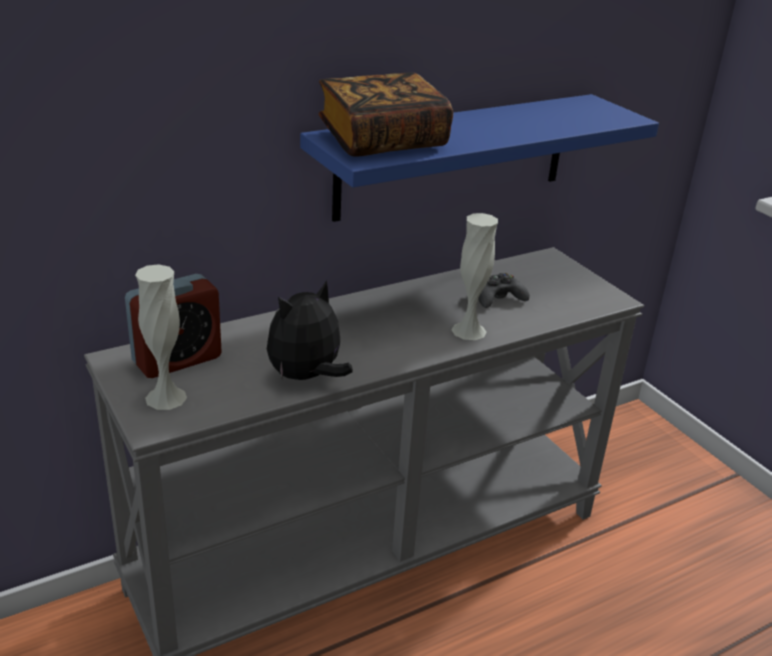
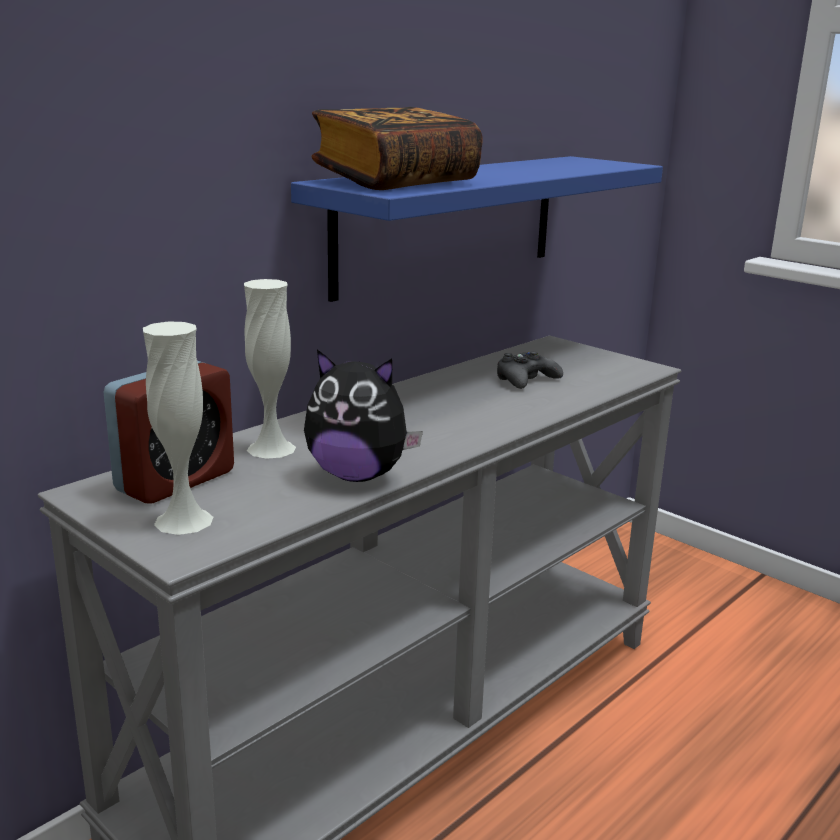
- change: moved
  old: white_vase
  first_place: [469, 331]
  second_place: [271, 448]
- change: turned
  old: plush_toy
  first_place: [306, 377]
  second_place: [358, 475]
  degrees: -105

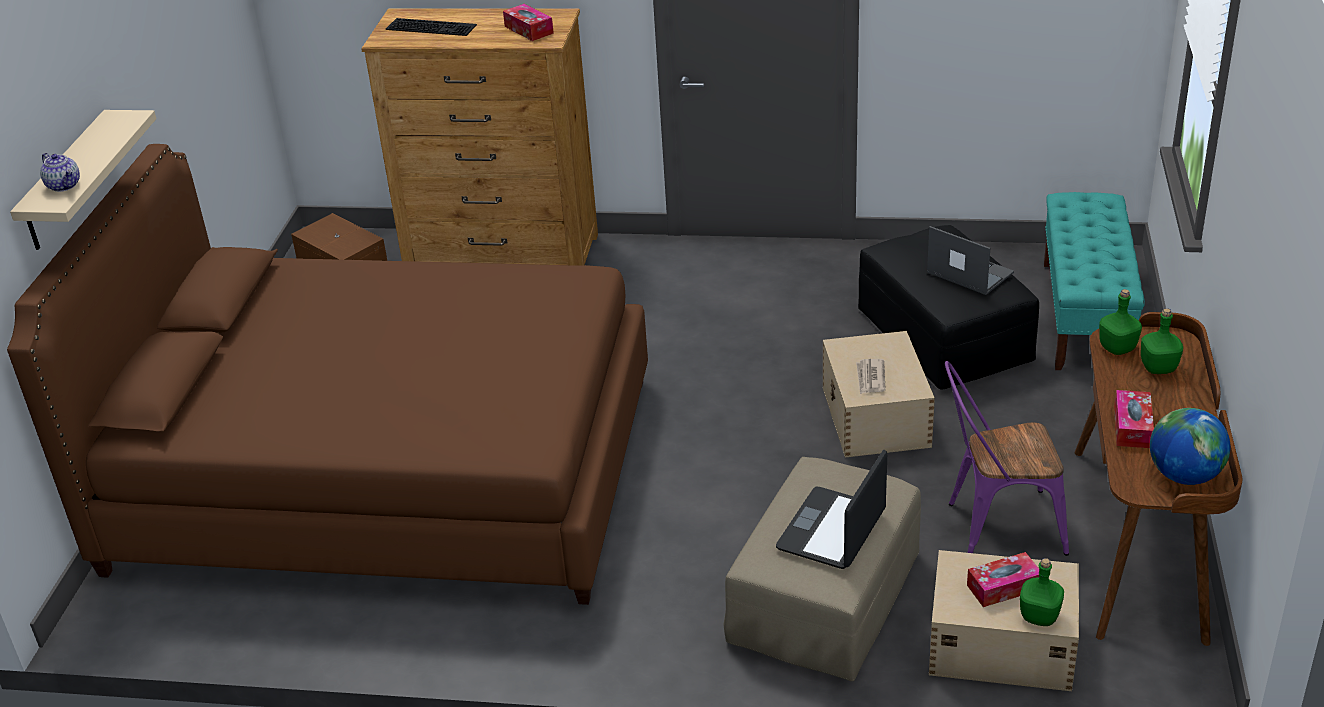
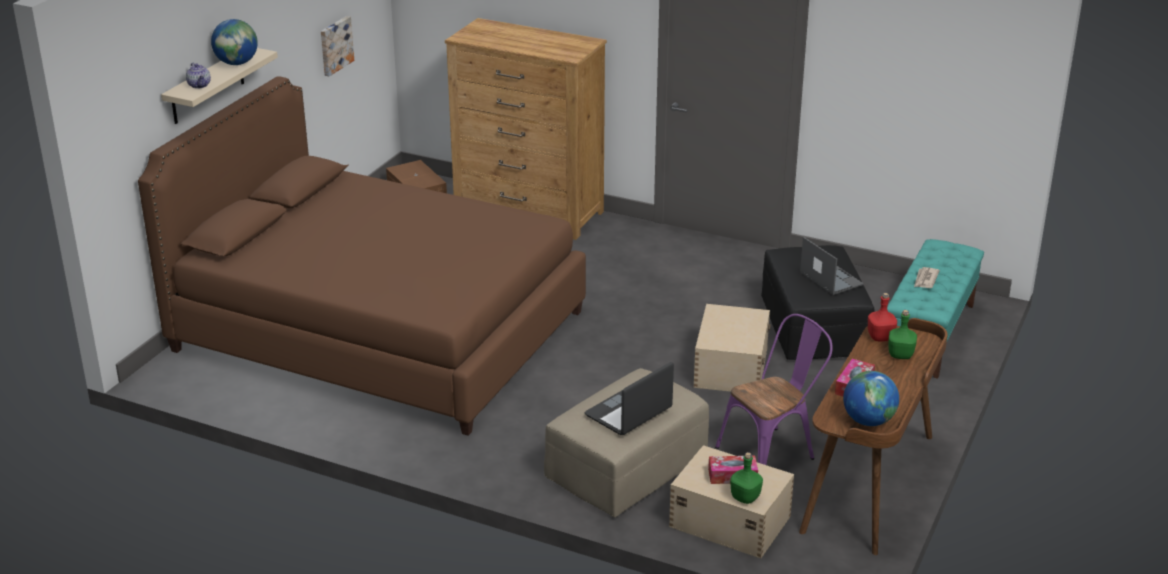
- change: removed
  old: tissue_box
  first_place: [529, 30]
- change: removed
  old: keyboard
  first_place: [432, 26]
- change: recoloured
  old: green_bottle
  new: red_bottle
  first_place: [1118, 348]
  second_place: [880, 337]
- change: moved
  old: newspaper
  first_place: [870, 378]
  second_place: [925, 279]
- change: turned
  old: purple_chair
  first_place: [995, 526]
  second_place: [772, 452]
  degrees: 135
- change: added
  new: picture
  second_place: [335, 45]
- change: added
  new: globe
  second_place: [237, 63]

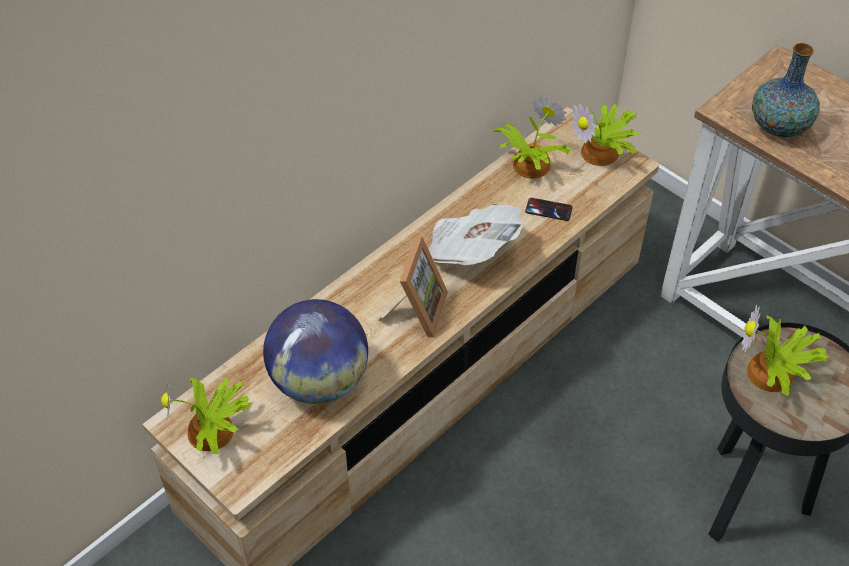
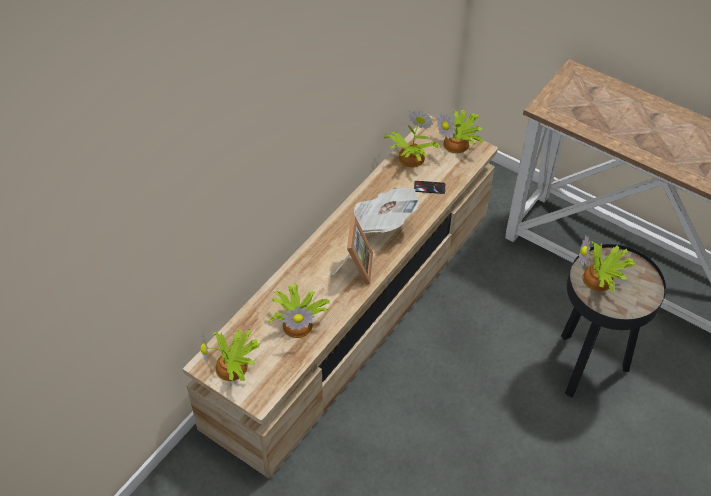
- change: removed
  old: vase
  first_place: [779, 126]
- change: replaced
  old: globe
  new: potted_plant
  first_place: [319, 381]
  second_place: [298, 323]

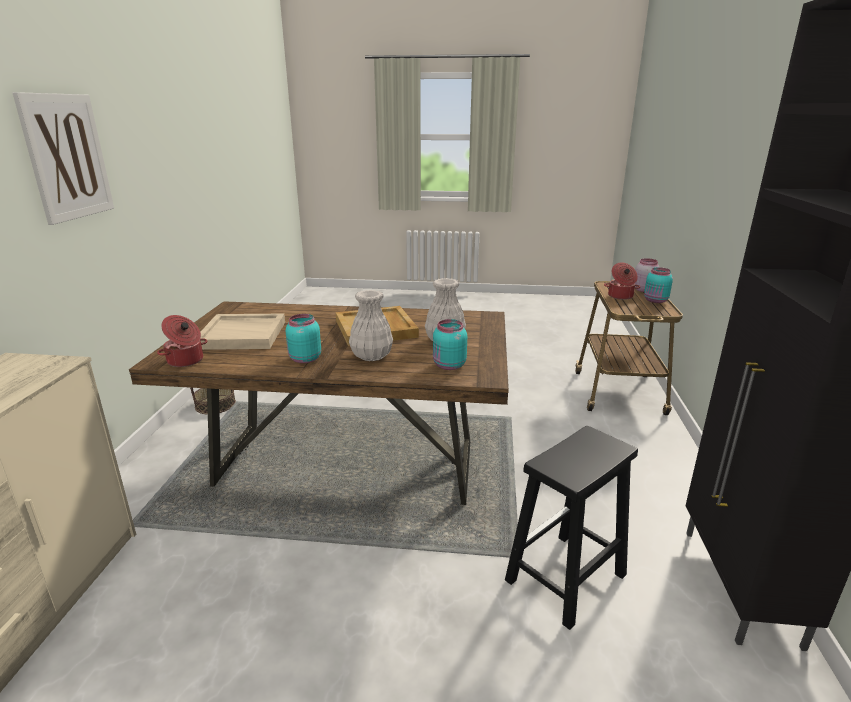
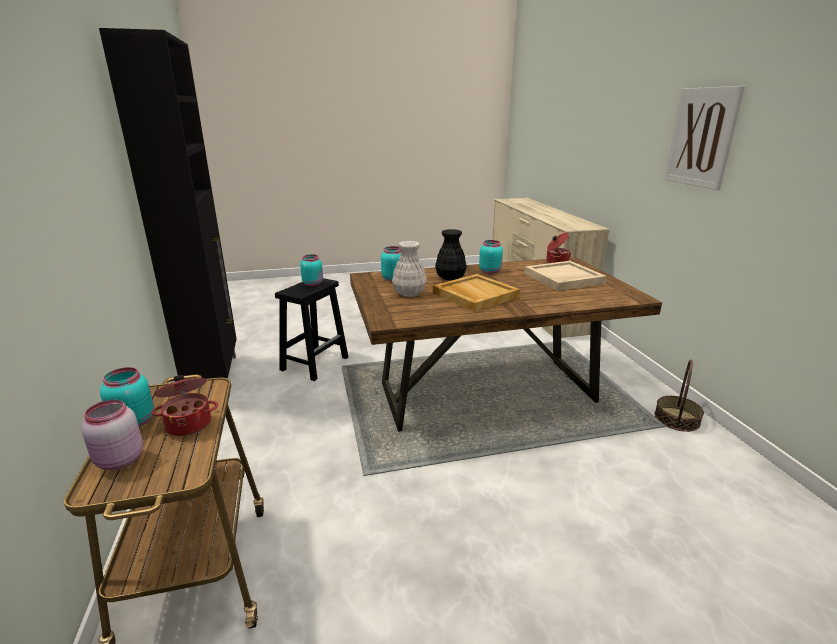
- change: recoloured
  old: white_vase
  new: black_vase
  first_place: [372, 356]
  second_place: [450, 277]
- change: added
  new: turquoise_jar
  second_place: [313, 283]

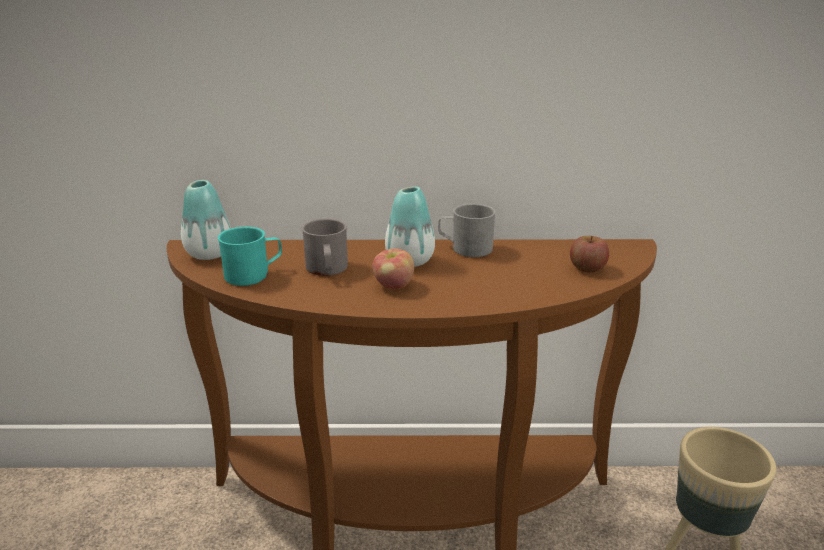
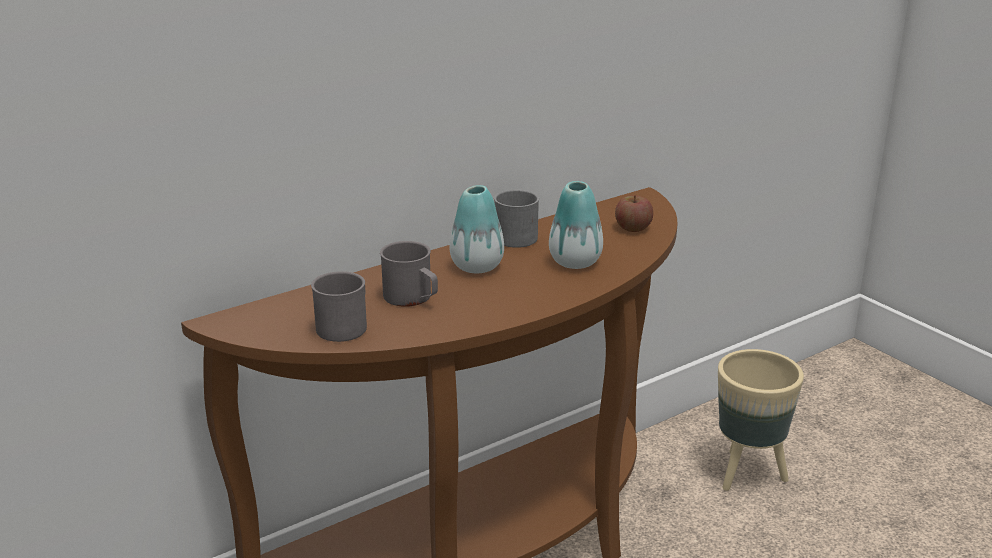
- change: moved
  old: vase
  first_place: [209, 254]
  second_place: [575, 262]
- change: recoloured
  old: turquoise_mug
  new: grey_mug
  first_place: [254, 274]
  second_place: [346, 325]
- change: removed
  old: apple
  first_place: [394, 285]

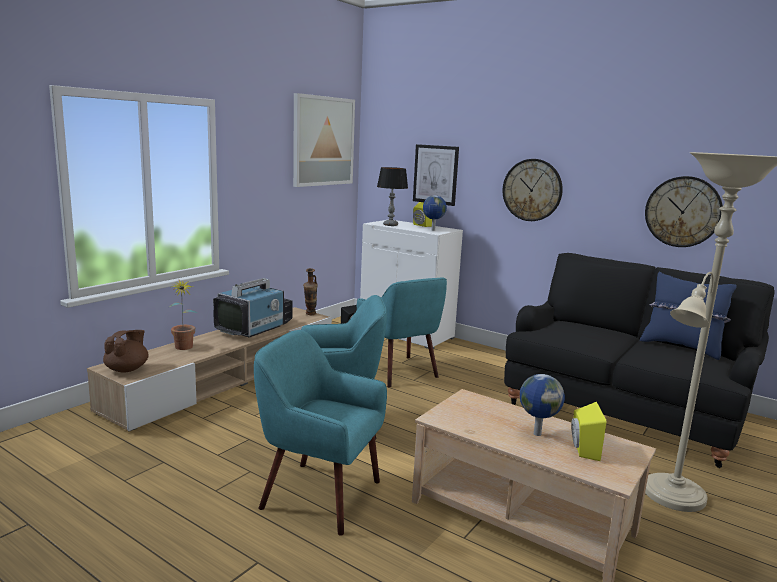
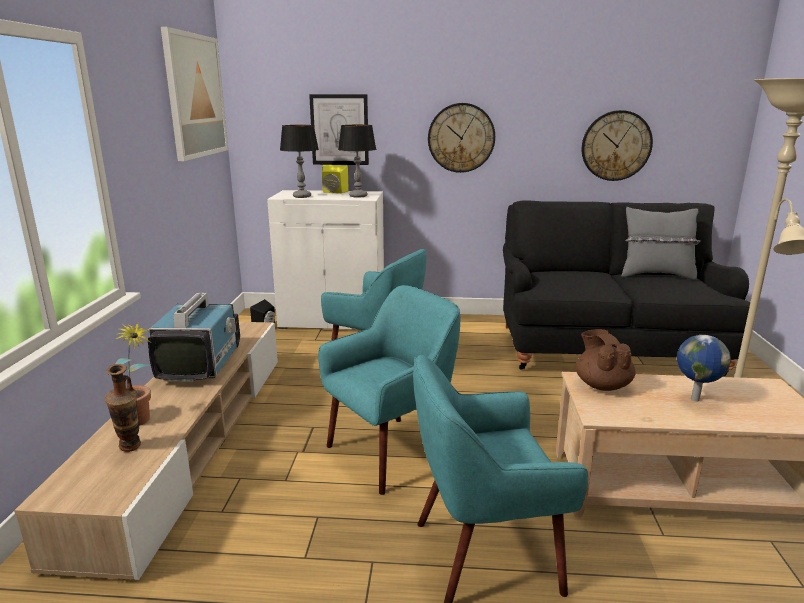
- change: replaced
  old: globe
  new: table_lamp
  first_place: [432, 230]
  second_place: [358, 196]
- change: moved
  old: vase
  first_place: [310, 315]
  second_place: [131, 450]
- change: recoloured
  old: blue_pillow
  new: grey_pillow
  first_place: [681, 347]
  second_place: [656, 275]
- change: moved
  old: brown_teapot
  first_place: [127, 369]
  second_place: [602, 385]
- change: removed
  old: yellow_speaker
  first_place: [582, 449]

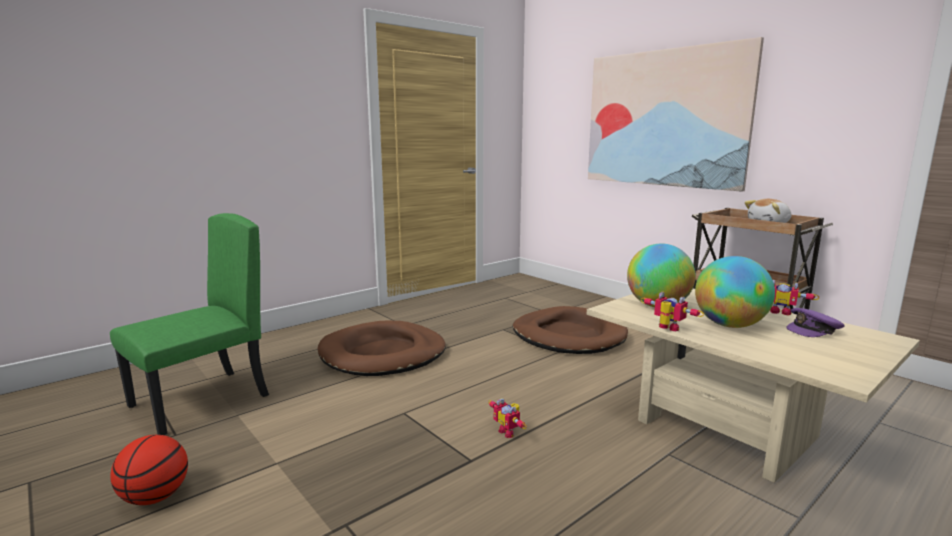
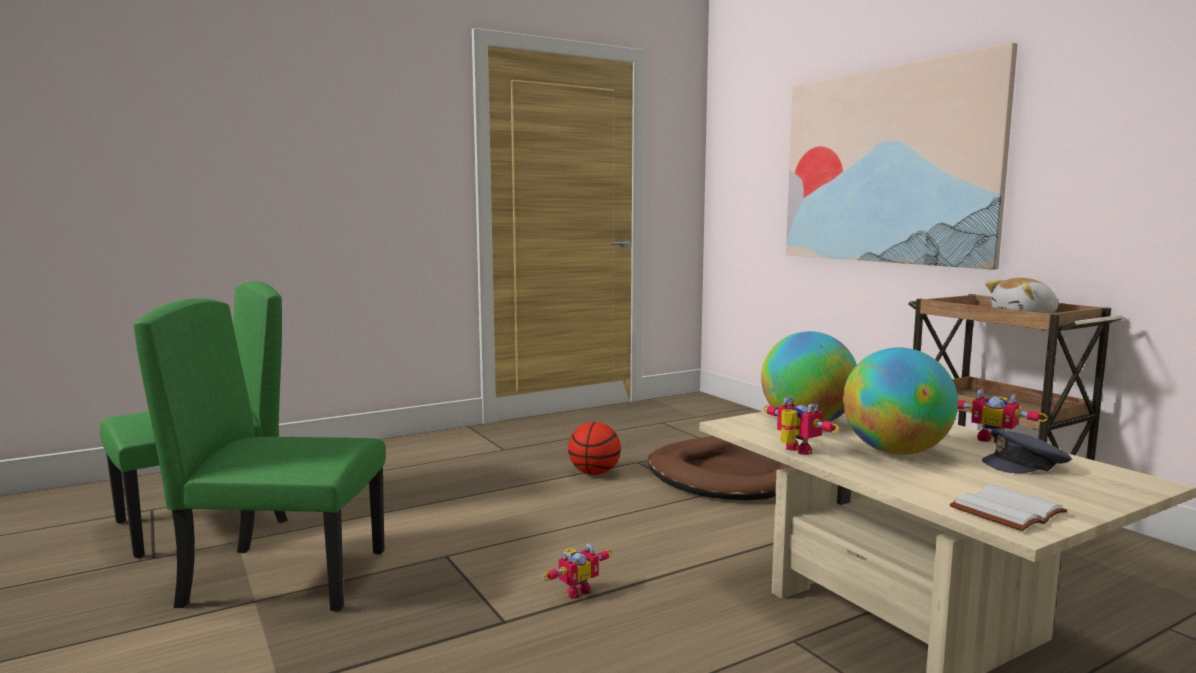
- change: recoloured
  old: purple_cap
  new: grey_cap
  first_place: [813, 330]
  second_place: [1026, 465]
- change: removed
  old: brown_dog_bed
  first_place: [383, 354]
- change: turned
  old: toy_robot
  first_place: [509, 432]
  second_place: [575, 591]
  degrees: -105
- change: moved
  old: basketball
  first_place: [155, 497]
  second_place: [594, 473]
- change: added
  new: green_chair
  second_place: [287, 577]
- change: added
  new: white_book
  second_place: [1005, 510]

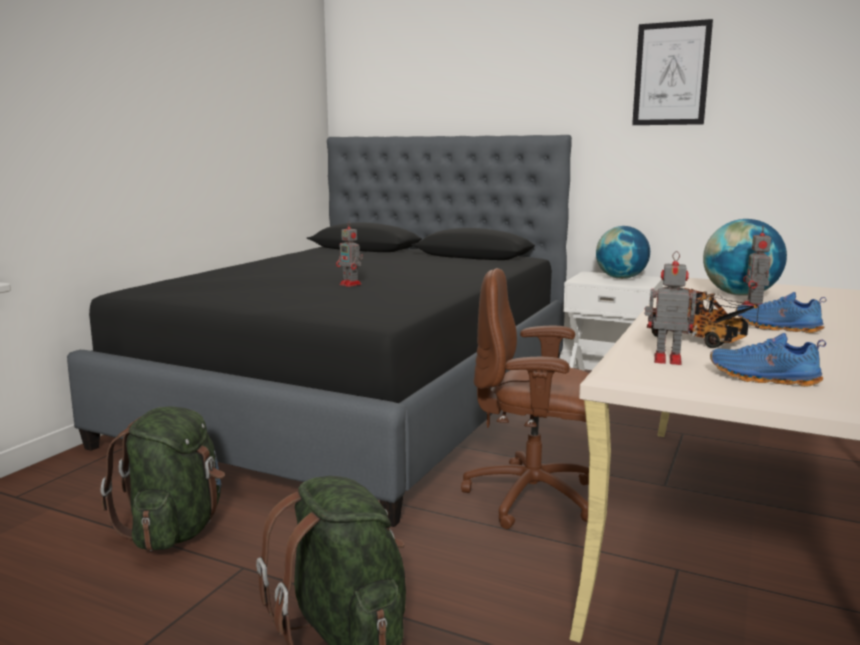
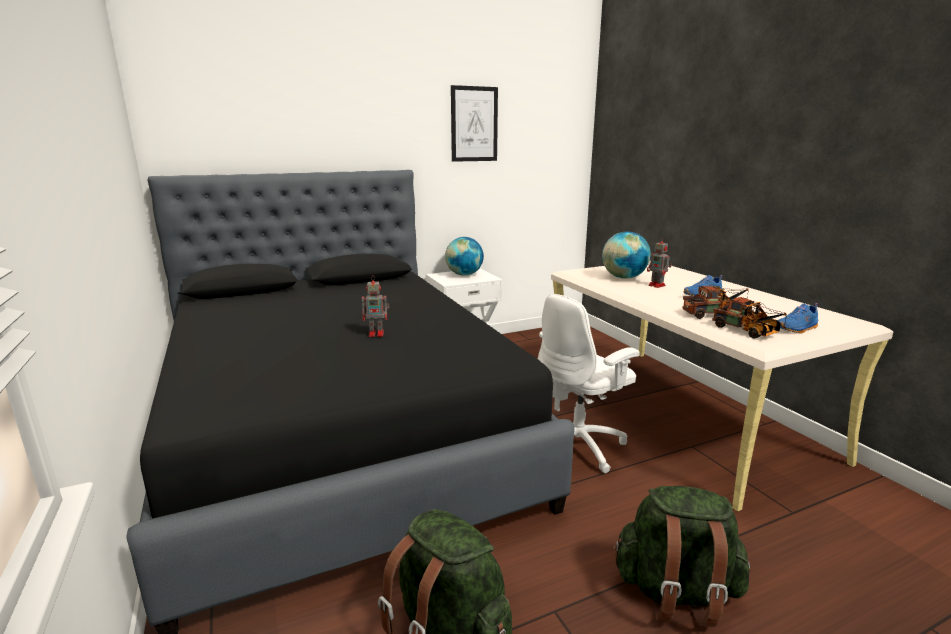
- change: replaced
  old: toy_robot
  new: toy_truck
  first_place: [665, 359]
  second_place: [747, 332]
- change: recoloured
  old: brown_office_chair
  new: white_office_chair
  first_place: [533, 497]
  second_place: [578, 445]

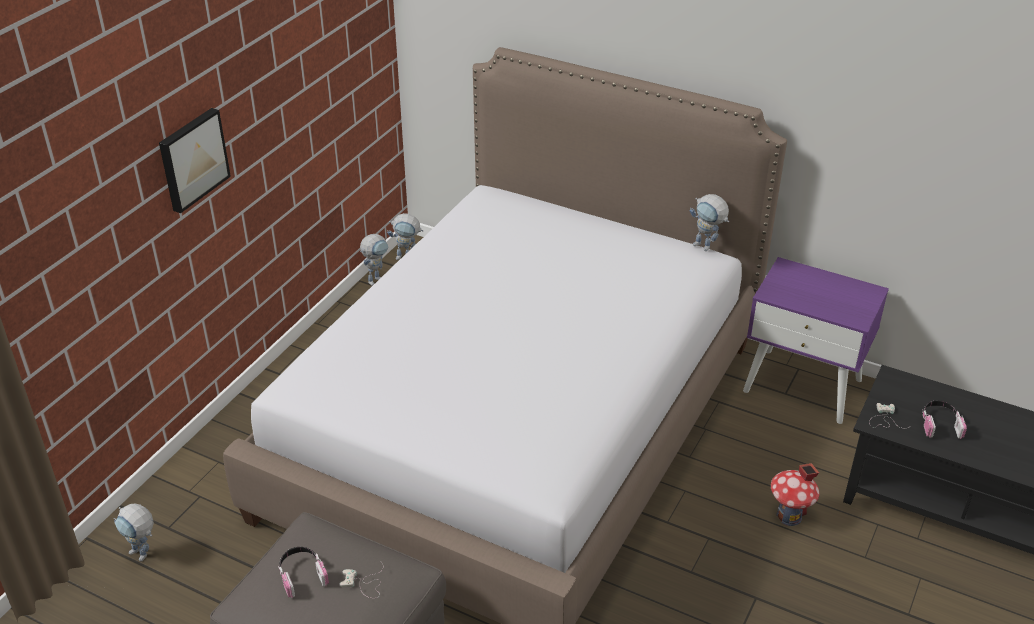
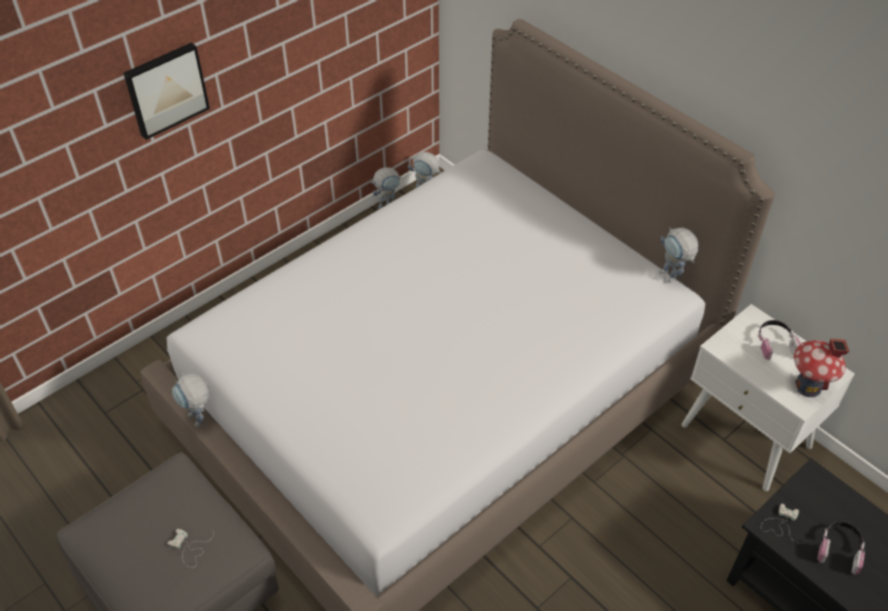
- change: recoloured
  old: purple_nightstand
  new: white_nightstand
  first_place: [803, 385]
  second_place: [747, 435]
- change: moved
  old: toy_house
  first_place: [789, 516]
  second_place: [808, 386]
- change: moved
  old: toy_robot
  first_place: [144, 556]
  second_place: [200, 422]
- change: moved
  old: headphones
  first_place: [302, 574]
  second_place: [775, 343]

